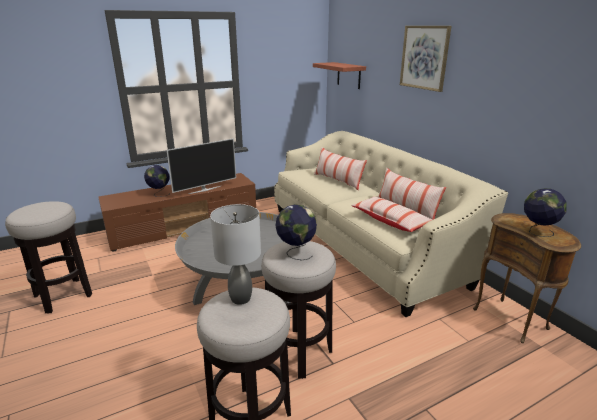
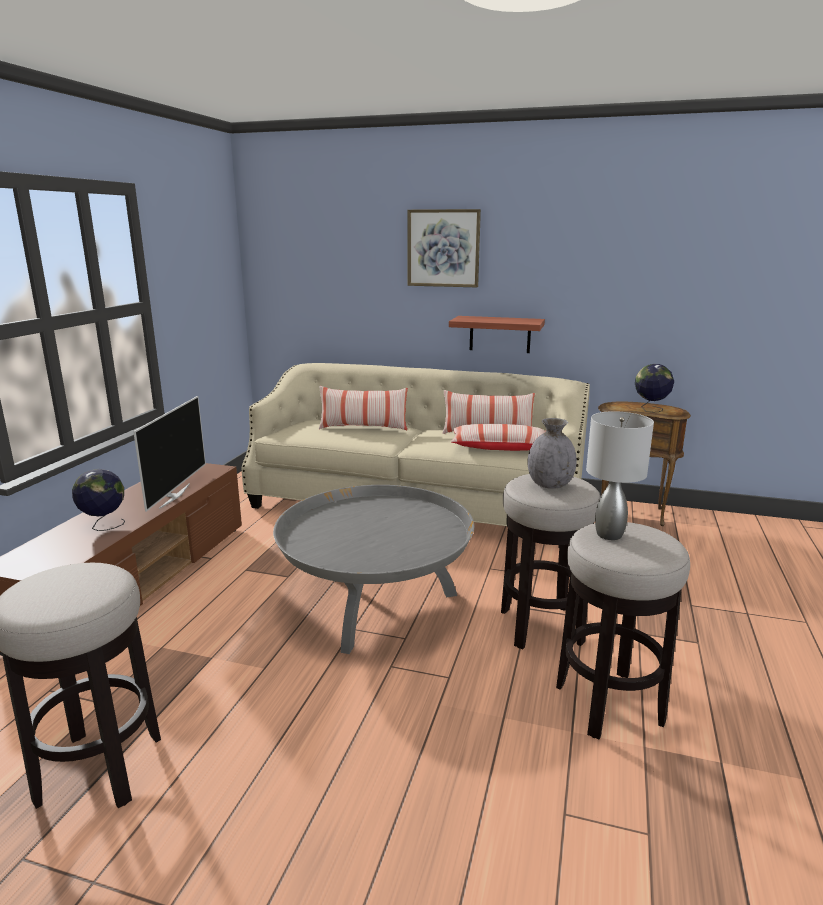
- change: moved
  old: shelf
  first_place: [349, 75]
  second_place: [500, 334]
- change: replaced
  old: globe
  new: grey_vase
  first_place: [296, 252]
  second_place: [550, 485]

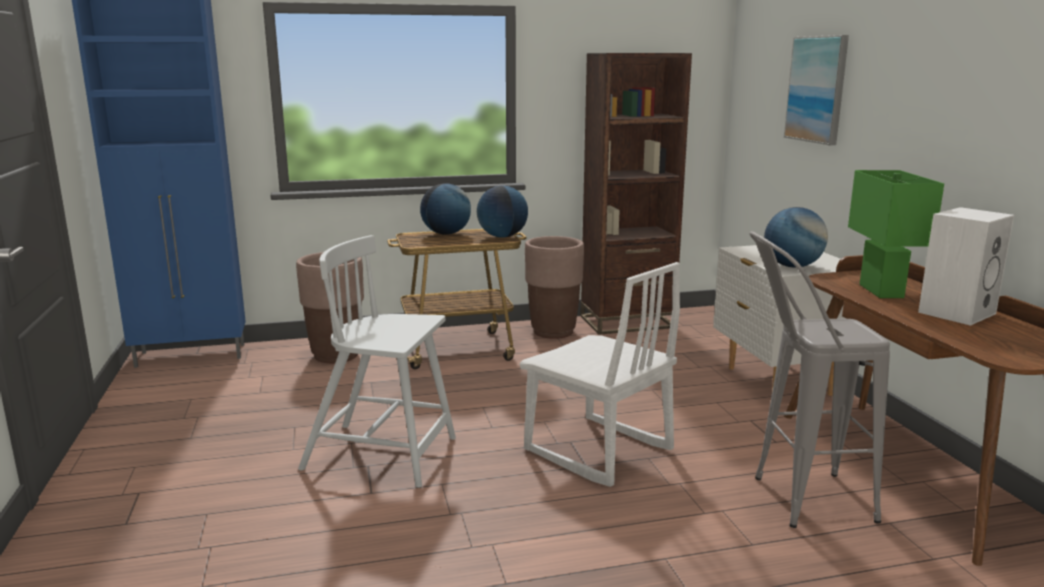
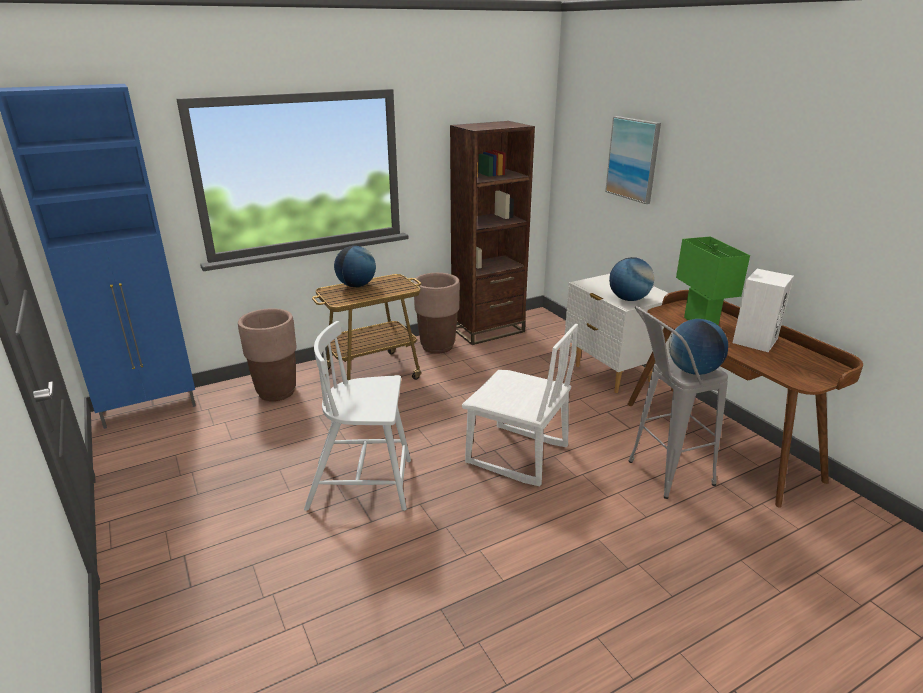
- change: moved
  old: globe
  first_place: [502, 236]
  second_place: [693, 371]

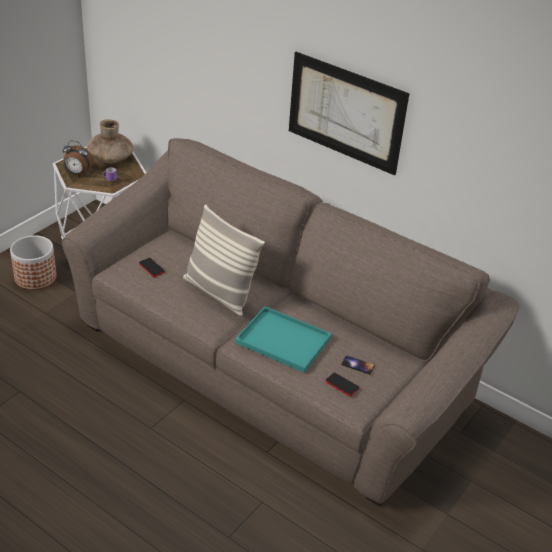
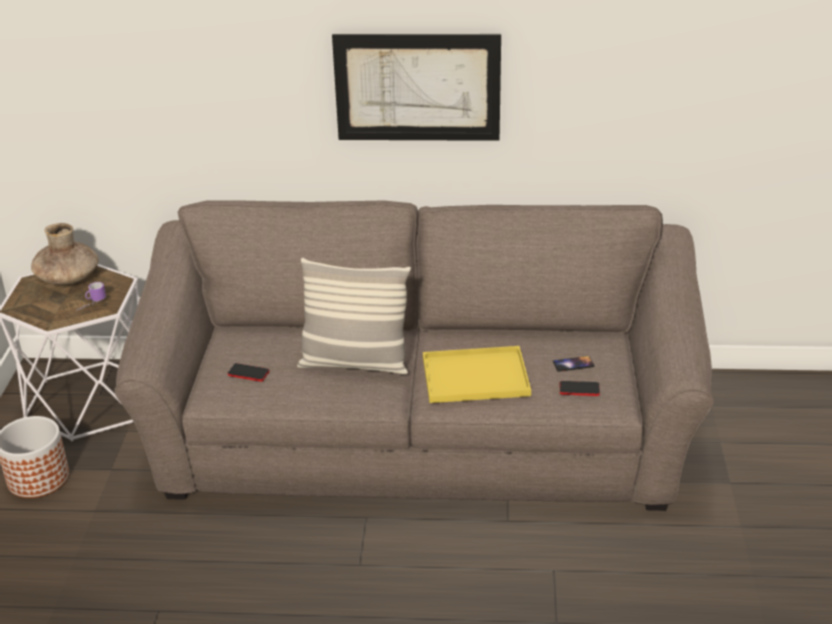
- change: removed
  old: alarm_clock
  first_place: [77, 173]
- change: recoloured
  old: turquoise_tray
  new: yellow_tray
  first_place: [281, 340]
  second_place: [473, 377]

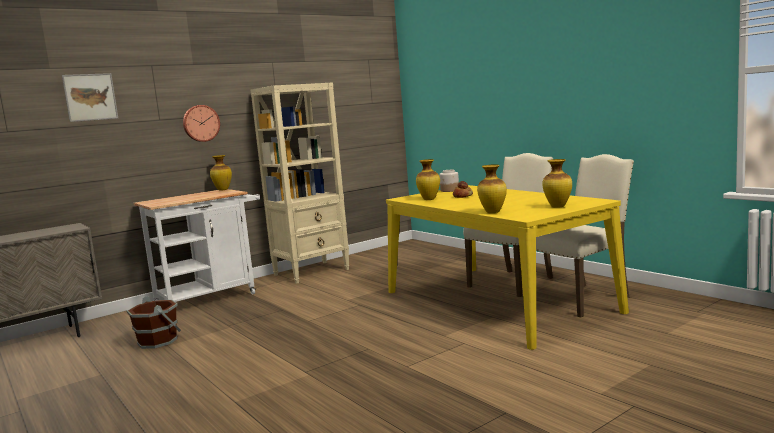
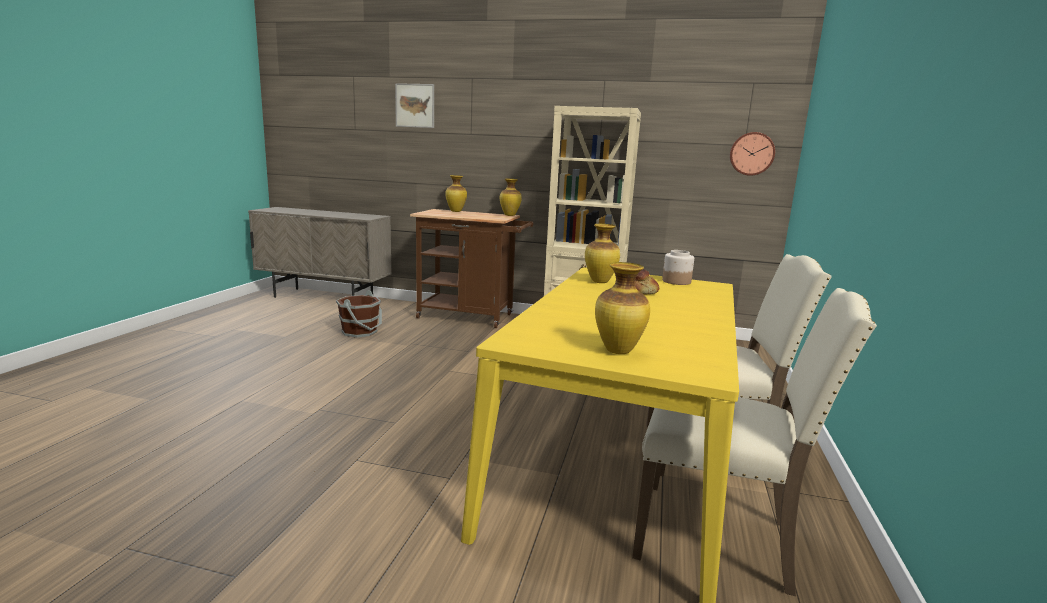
- change: moved
  old: wall_clock
  first_place: [201, 123]
  second_place: [751, 154]
- change: moved
  old: vase
  first_place: [492, 212]
  second_place: [455, 211]
- change: recoloured
  old: white_cart
  new: brown_cart
  first_place: [211, 297]
  second_place: [471, 317]

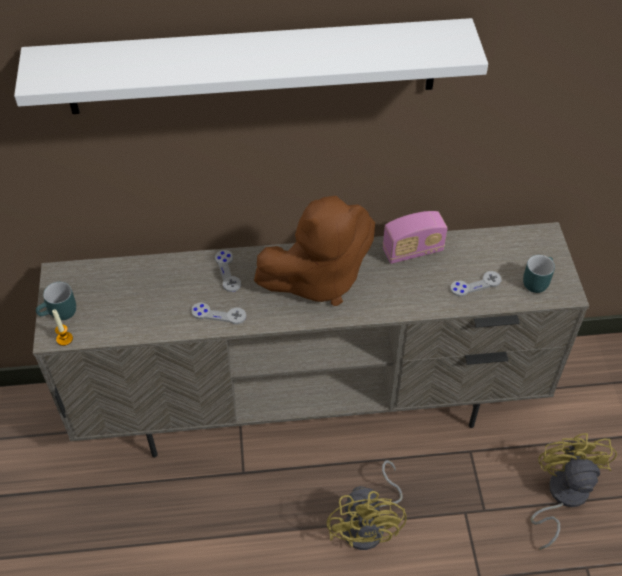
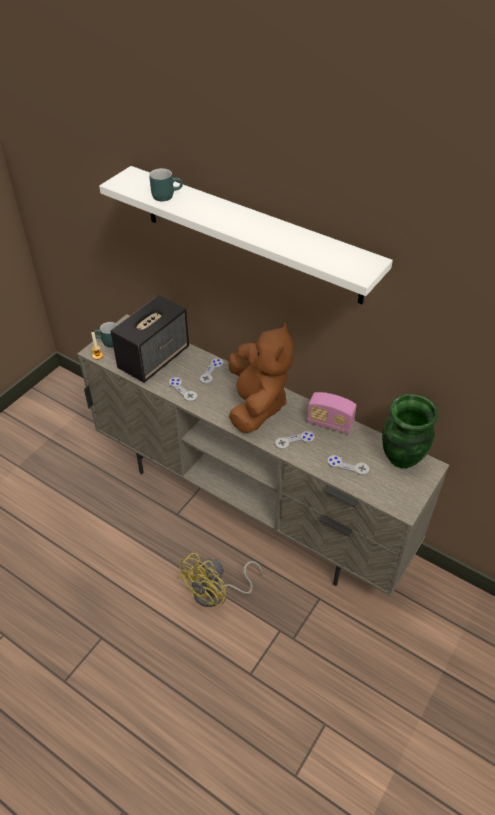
- change: turned
  old: brown_plush_toy
  first_place: [318, 278]
  second_place: [256, 405]
  degrees: -105
- change: moved
  old: turquoise_mug
  first_place: [536, 280]
  second_place: [166, 195]
- change: removed
  old: yellow_fan
  first_place: [561, 496]
- change: added
  new: speaker
  second_place: [154, 358]
- change: added
  new: green_vase
  second_place: [401, 457]
- change: added
  new: grey_game_controller
  second_place: [294, 441]

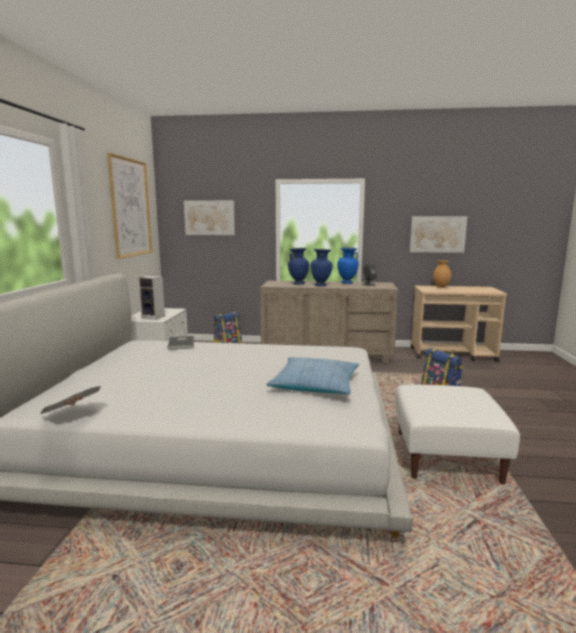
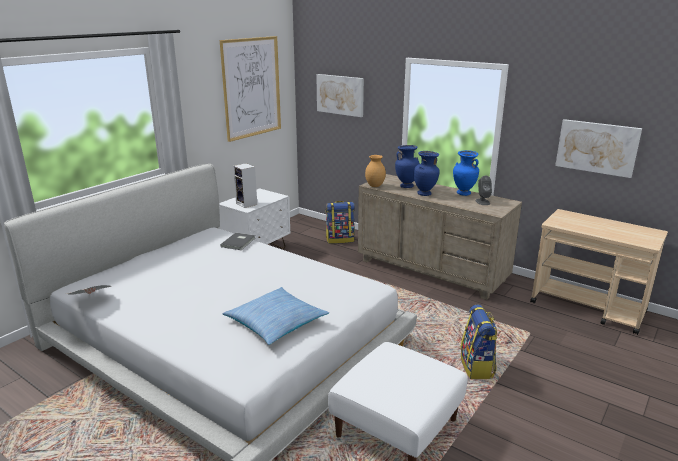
- change: moved
  old: brown_vase
  first_place: [441, 287]
  second_place: [375, 186]

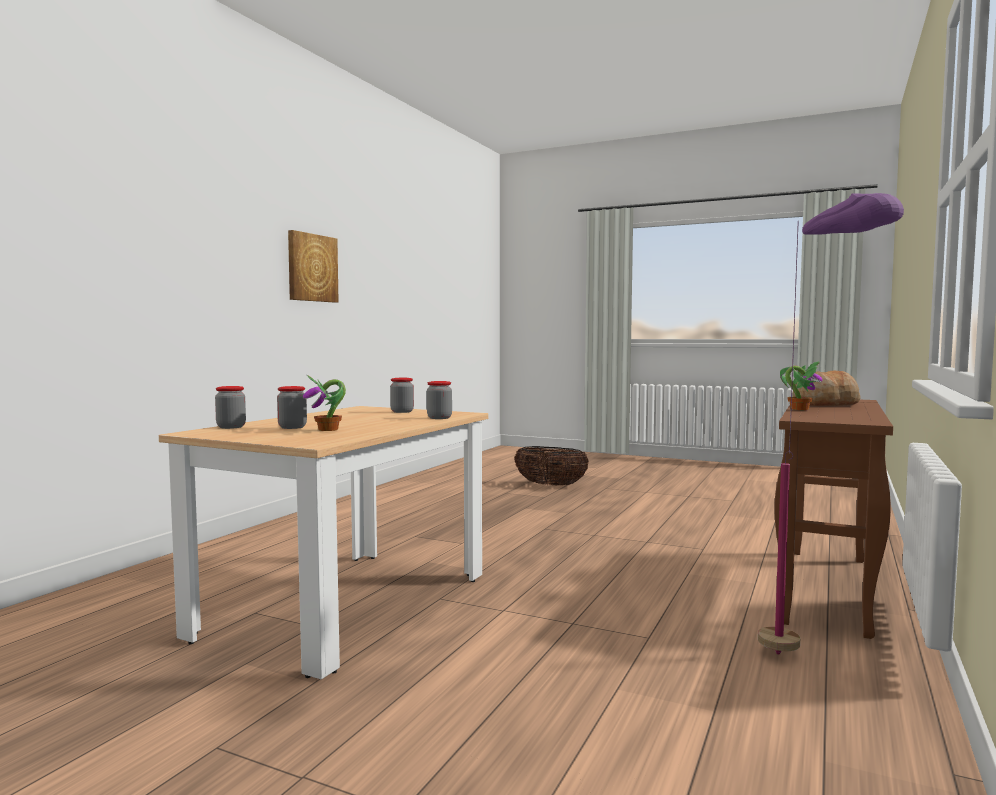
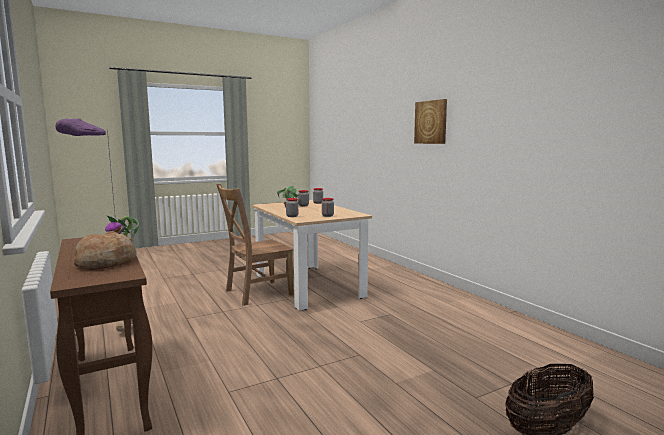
- change: moved
  old: picture
  first_place: [312, 268]
  second_place: [431, 122]
- change: added
  new: brown_chair
  second_place: [256, 293]

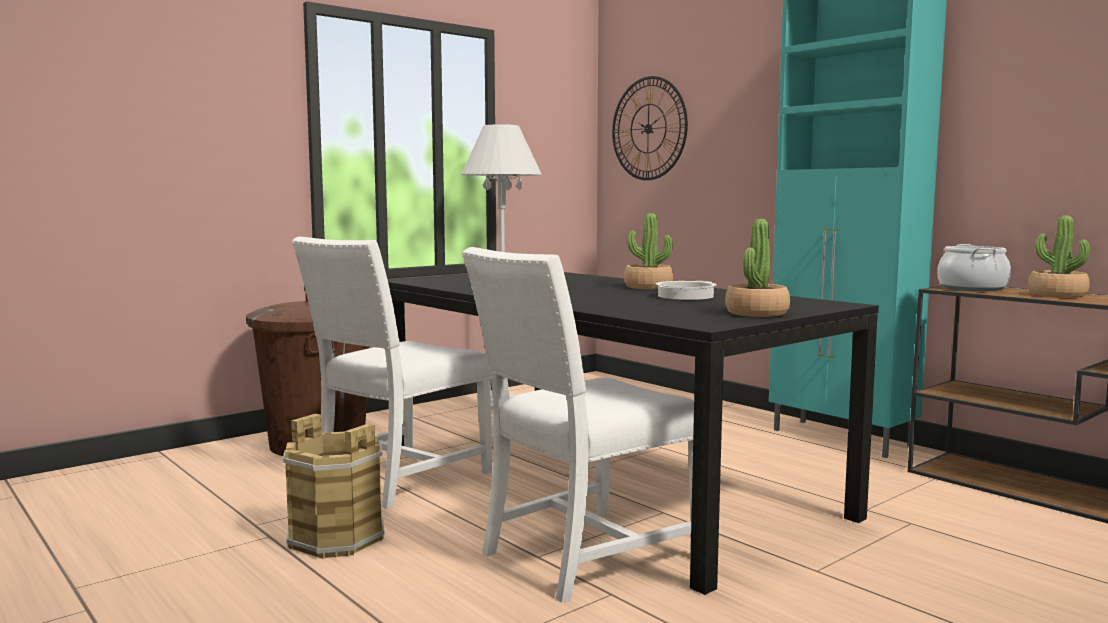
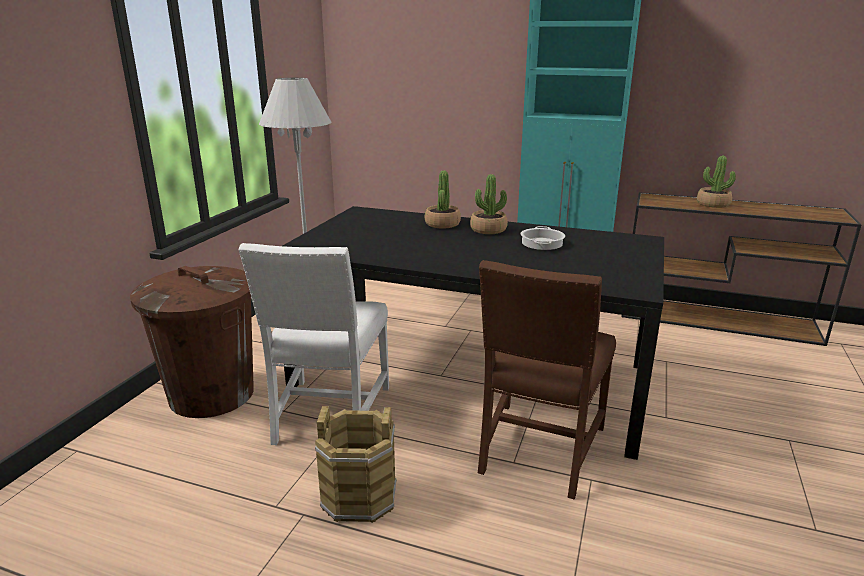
- change: removed
  old: wall_clock
  first_place: [648, 128]
- change: moved
  old: potted_plant
  first_place: [756, 313]
  second_place: [442, 224]
- change: removed
  old: cooking_pot
  first_place: [972, 288]
- change: recoloured
  old: white_chair
  new: brown_chair
  first_place: [583, 555]
  second_place: [538, 451]

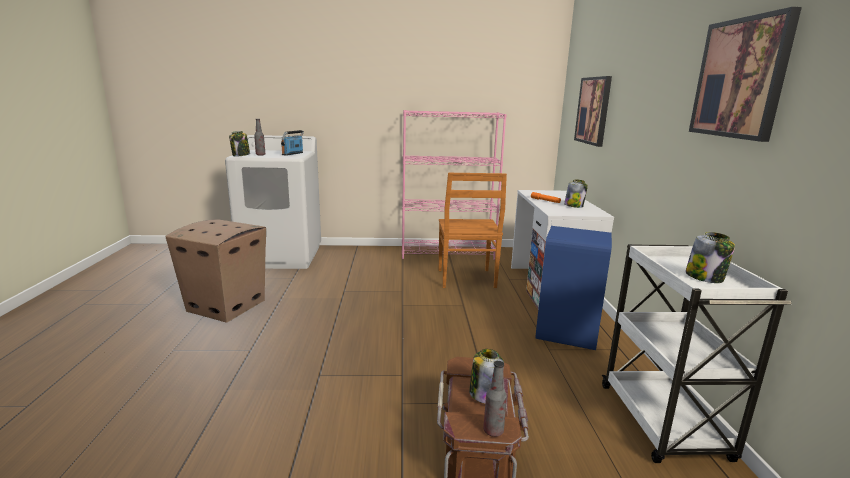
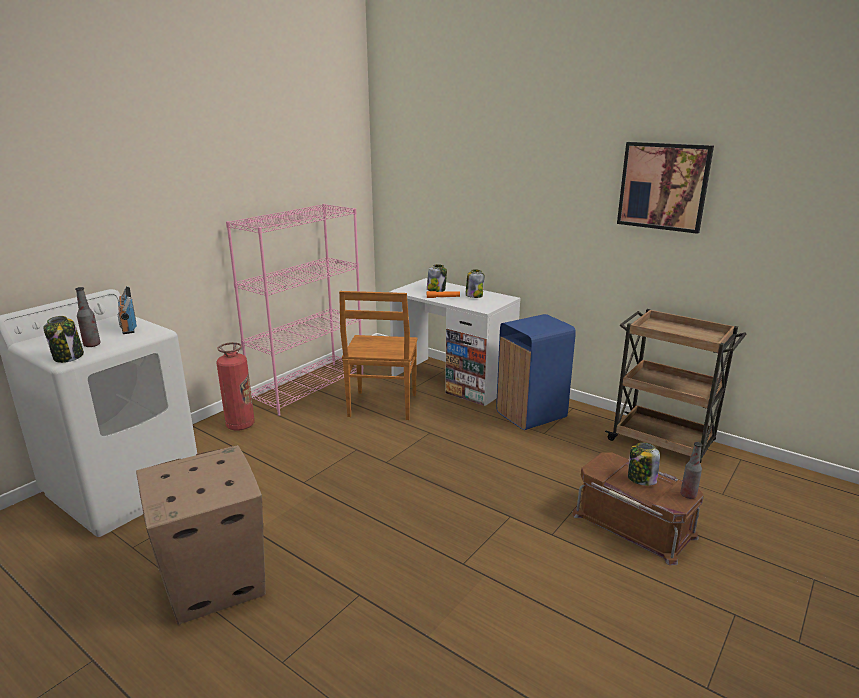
- change: removed
  old: picture
  first_place: [593, 110]
- change: turned
  old: brown_chair
  first_place: [466, 279]
  second_place: [382, 406]
  degrees: 60
- change: moved
  old: jar
  first_place: [705, 277]
  second_place: [436, 290]
- change: recoloured
  old: white_cart
  new: brown_cart
  first_place: [664, 423]
  second_place: [663, 442]
- change: added
  new: fire_extinguisher
  second_place: [240, 425]

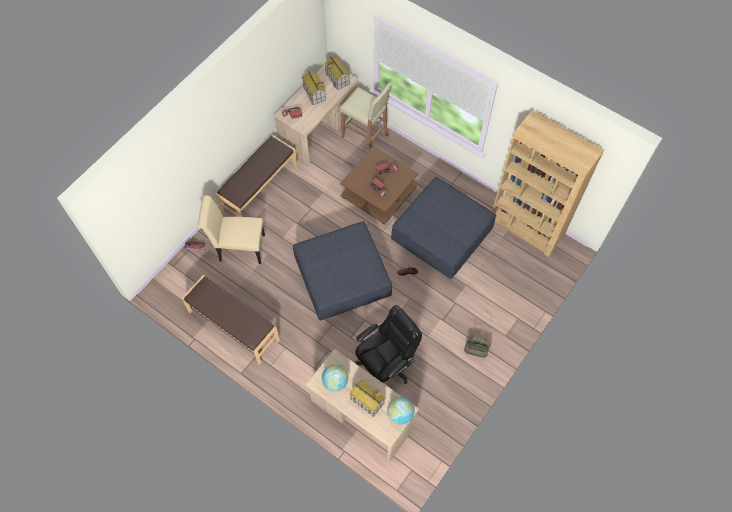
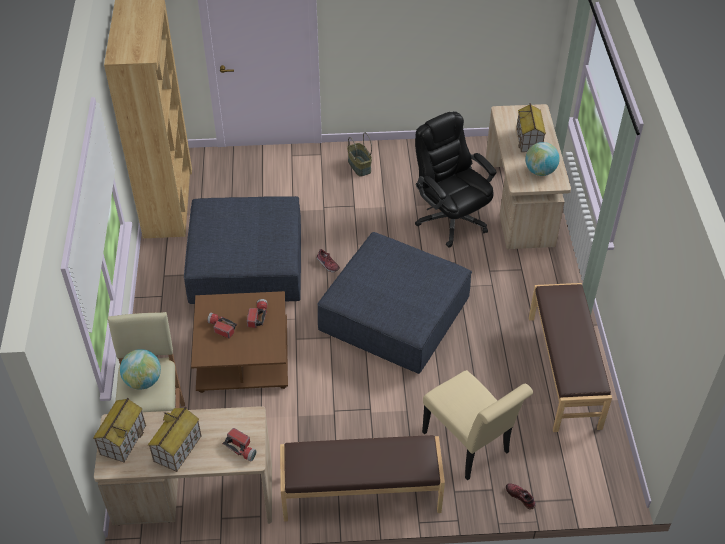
- change: turned
  old: black_office_chair
  first_place: [385, 364]
  second_place: [450, 219]
  degrees: 45
- change: moved
  old: globe
  first_place: [400, 414]
  second_place: [143, 381]

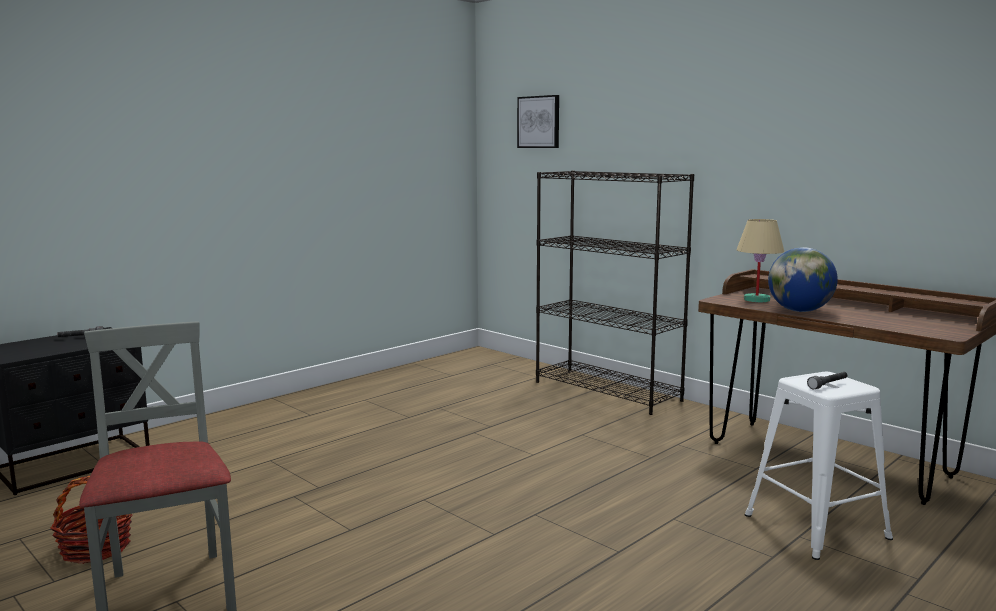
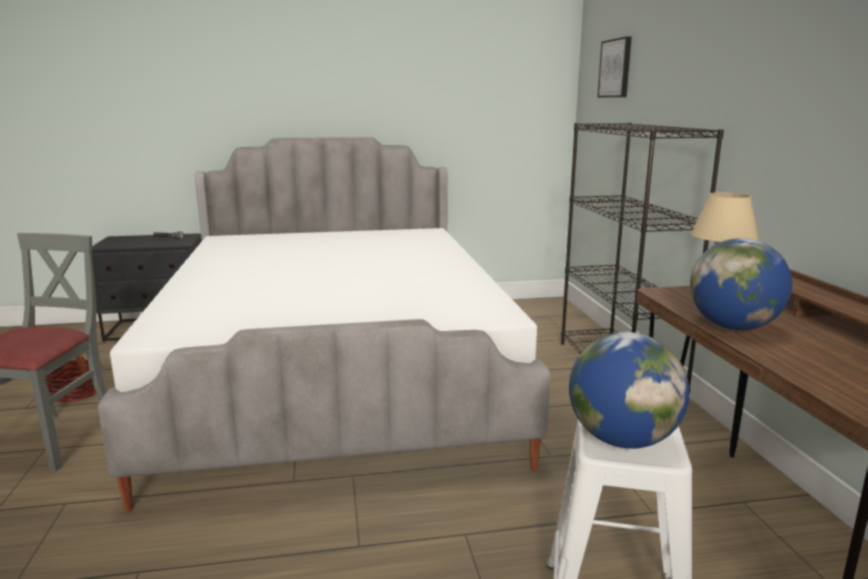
- change: replaced
  old: grey_flashlight
  new: globe
  first_place: [828, 385]
  second_place: [622, 440]
- change: added
  new: bed
  second_place: [335, 375]

